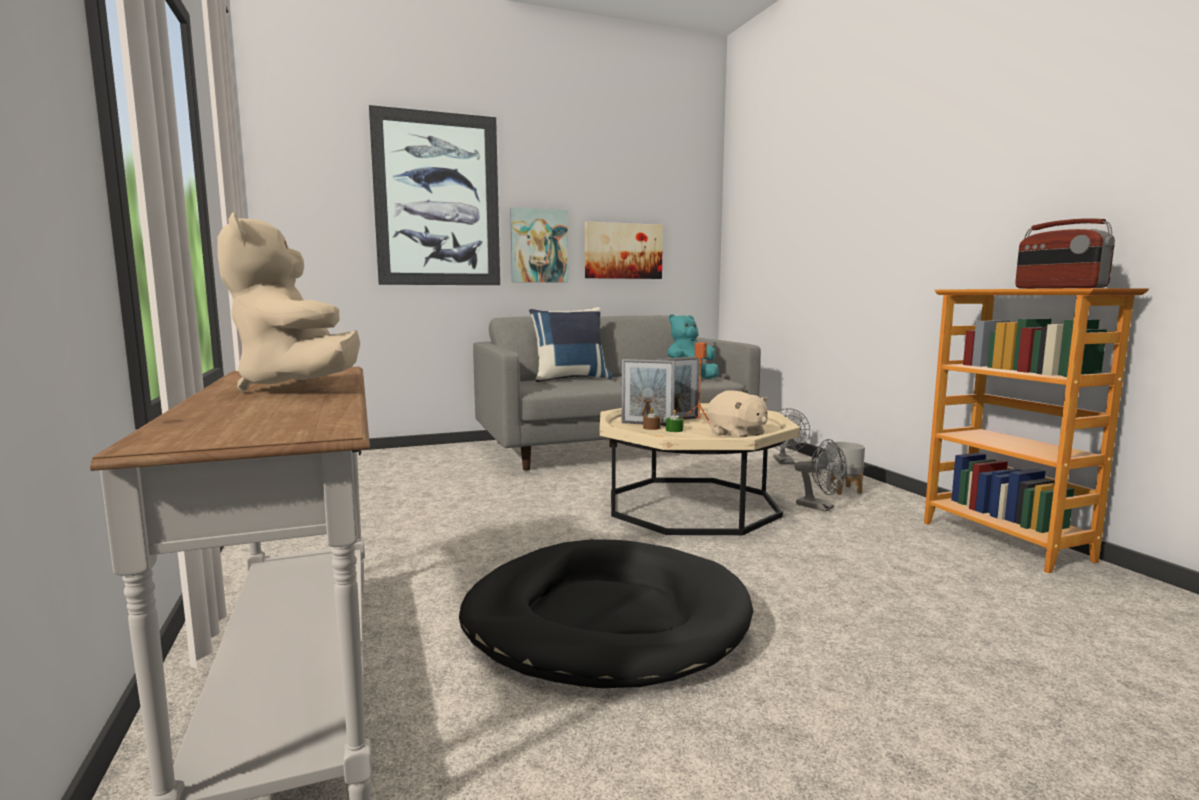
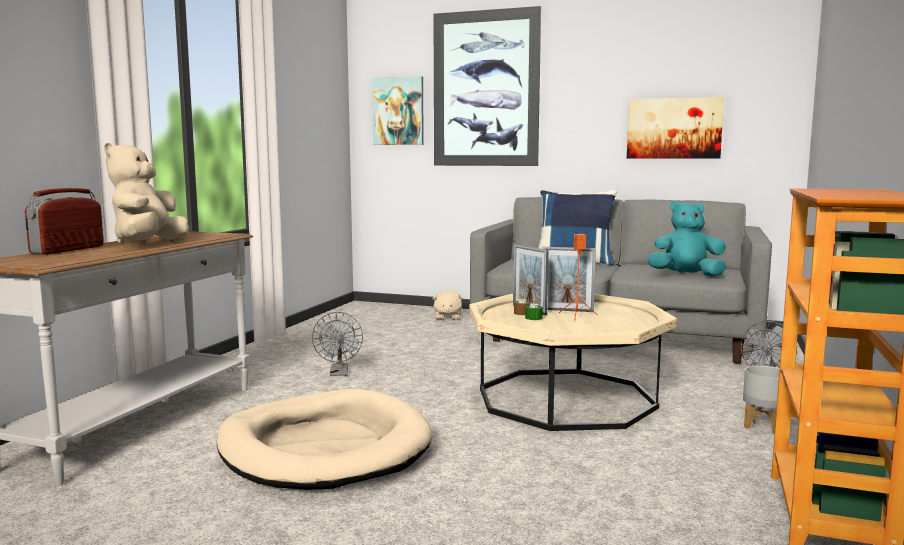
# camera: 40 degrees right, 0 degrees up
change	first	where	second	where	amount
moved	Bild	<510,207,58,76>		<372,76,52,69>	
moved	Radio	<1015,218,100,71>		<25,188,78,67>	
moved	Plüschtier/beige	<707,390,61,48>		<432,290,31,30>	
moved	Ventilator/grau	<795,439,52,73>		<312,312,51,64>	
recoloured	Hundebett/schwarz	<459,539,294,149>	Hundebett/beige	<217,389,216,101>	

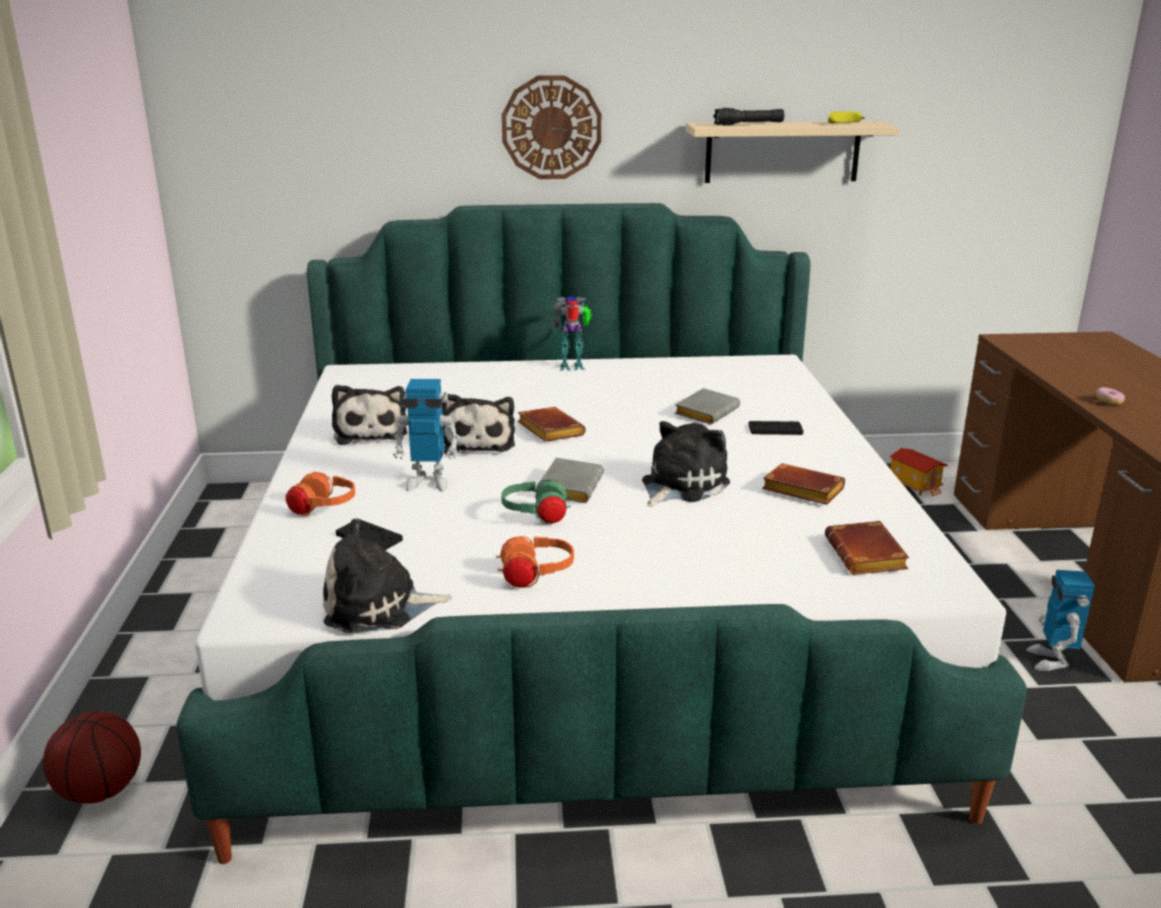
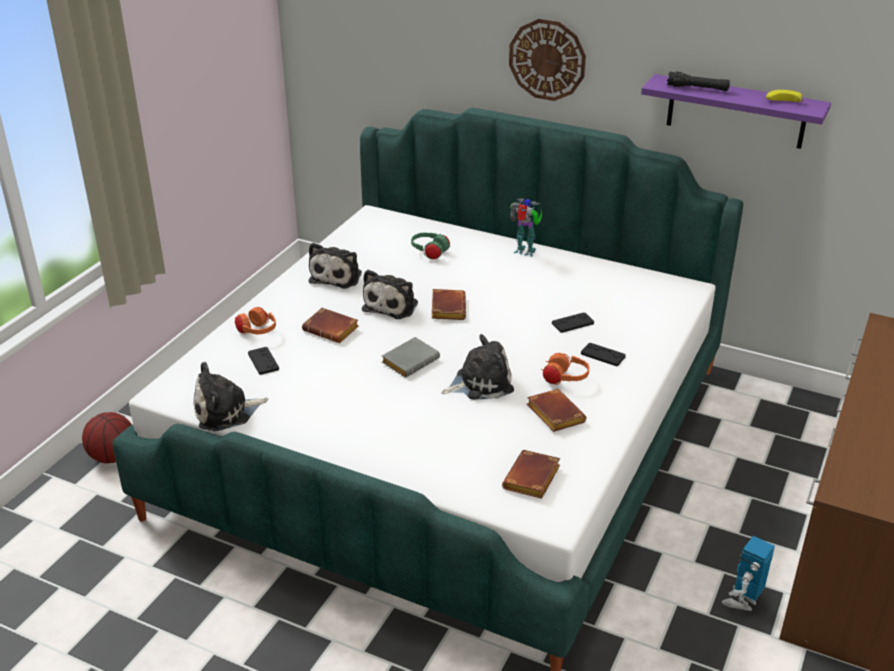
# camera: 30 degrees right, 10 degrees up
change	first	where	second	where	amount
recoloured	Wandregal/beige	<685,121,215,62>	Wandregal/lila	<641,74,190,75>	
replaced	Spielzeugroboter	<393,379,66,113>	Buch/braun	<302,308,57,35>	
removed	Donut	<1096,387,29,18>			
replaced	Buch/grau	<674,388,66,37>	Gamepad/schwarz	<552,312,42,21>	
removed	Spielzeughaus	<889,448,58,49>			
moved	Kopfhörer/grün	<501,479,70,45>		<411,232,39,27>	
turned	Plüschtier	<323,518,129,115>		<193,362,75,69>	45 degrees counterclockwise
moved	Kopfhörer/orange	<496,536,78,52>		<541,353,48,32>	

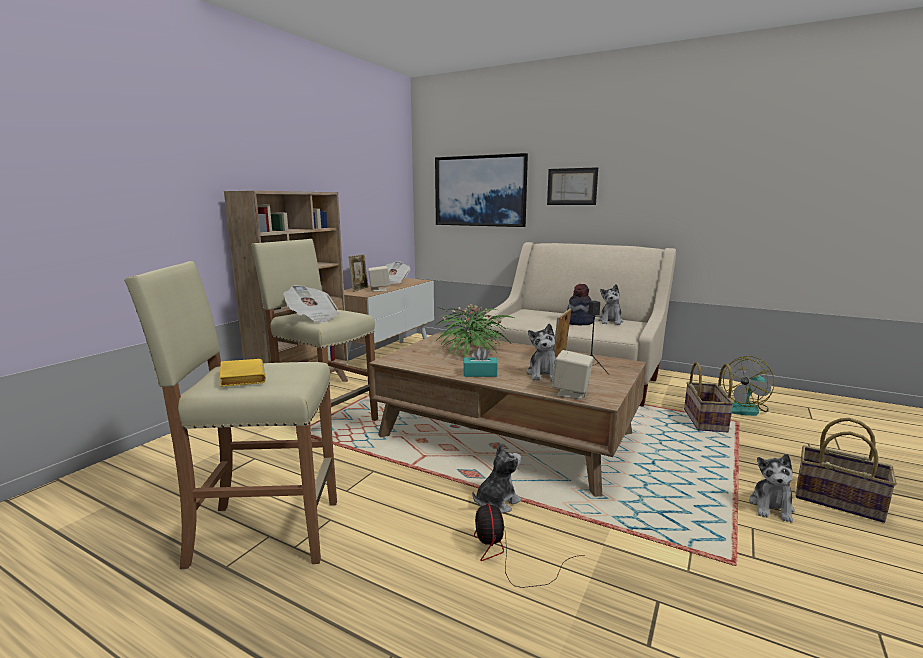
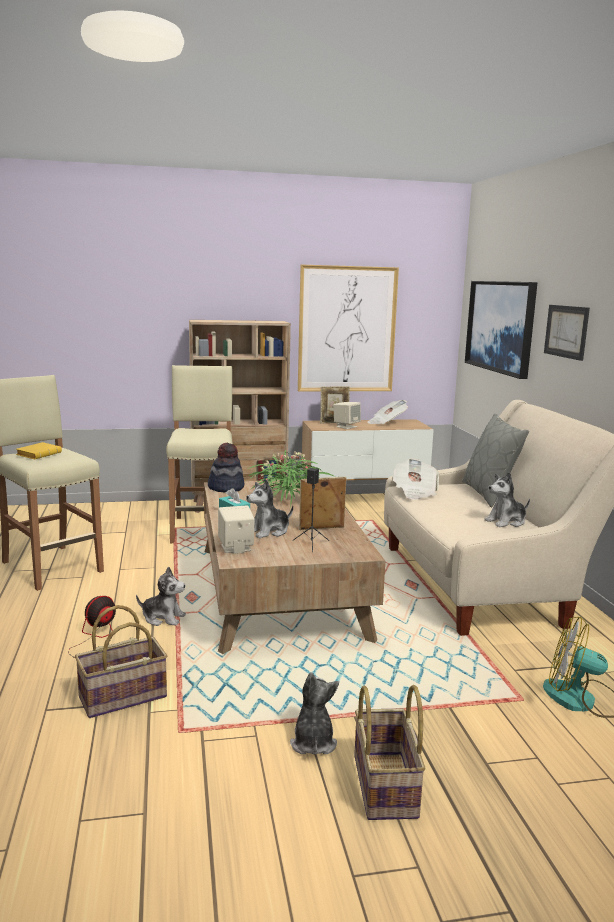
# camera: 50 degrees right, 0 degrees up
change	first	where	second	where	amount
moved	Hut	<567,284,26,41>		<208,443,36,49>	
moved	Zeitung	<283,285,57,38>		<392,458,47,42>	
moved	Korb	<684,362,50,70>		<75,605,92,113>	
turned	Plüschtier	<749,454,46,68>		<290,672,49,82>	105 degrees clockwise
added			Bild	<298,265,101,127>	
added			Kissen/grau	<462,413,67,94>	

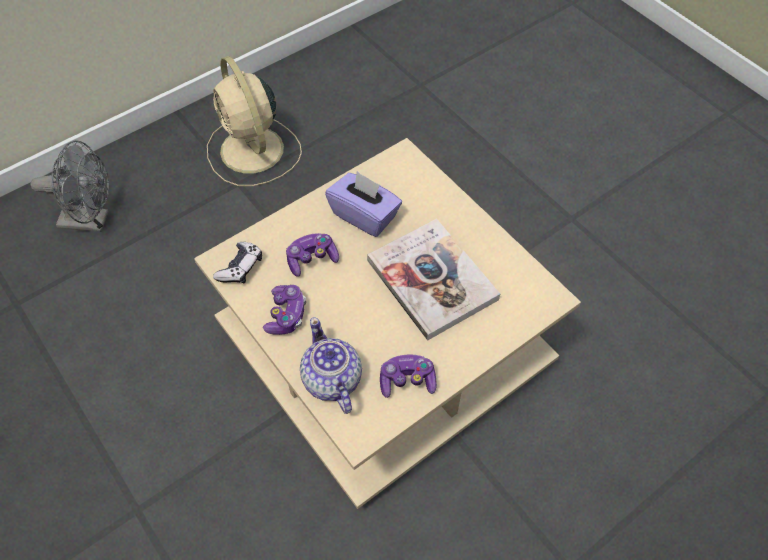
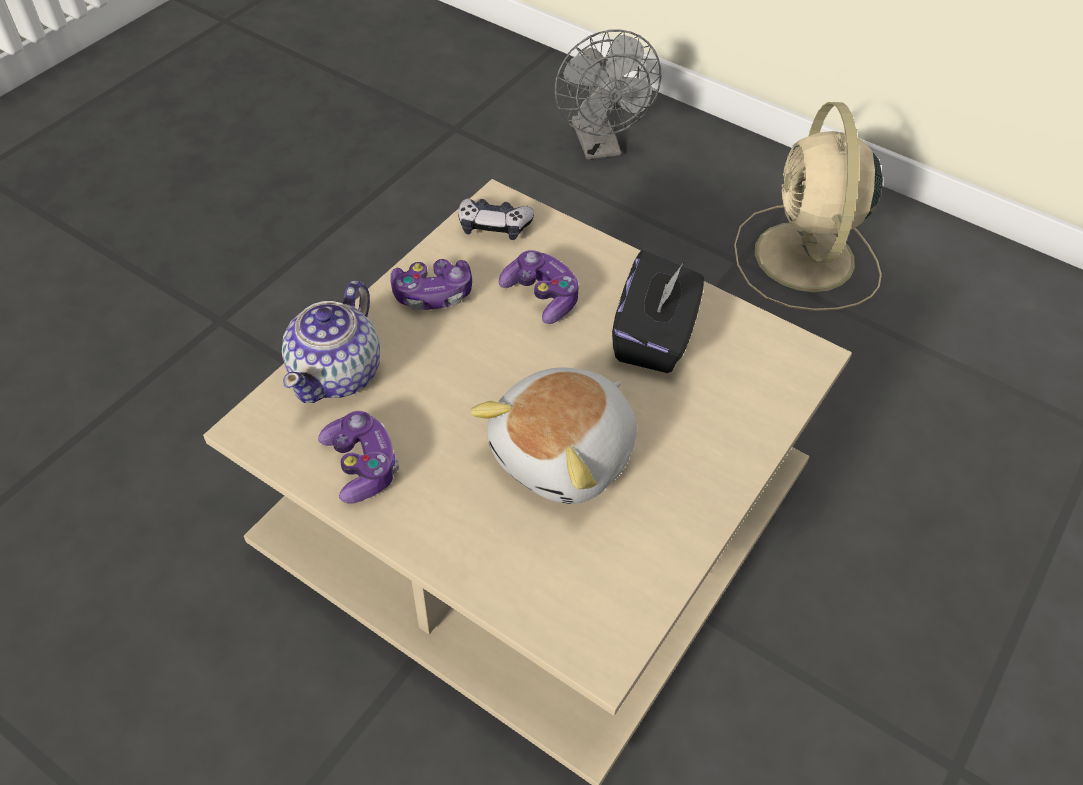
# camera: 70 degrees right, 5 degrees down
change	first	where	second	where	amount
turned	Ventilator/beige	<207,56,95,130>		<734,102,149,209>	45 degrees counterclockwise
recoloured	Taschentuchbox/lila	<325,171,77,66>	Taschentuchbox/schwarz	<612,250,92,123>	
replaced	Buch	<367,219,133,122>	Plüschtier	<470,367,167,137>	
turned	Teekanne	<300,317,62,97>		<282,280,98,123>	150 degrees clockwise

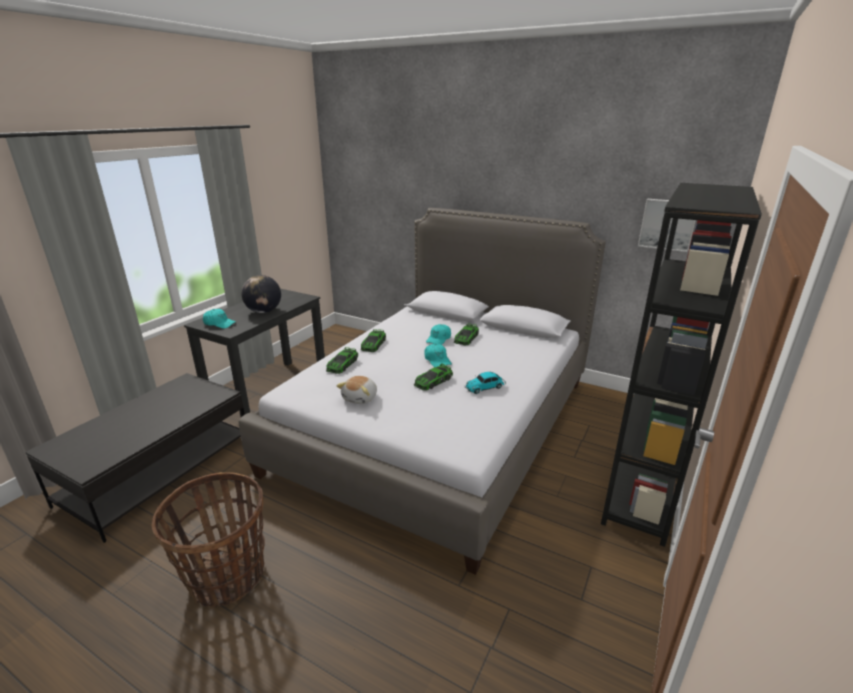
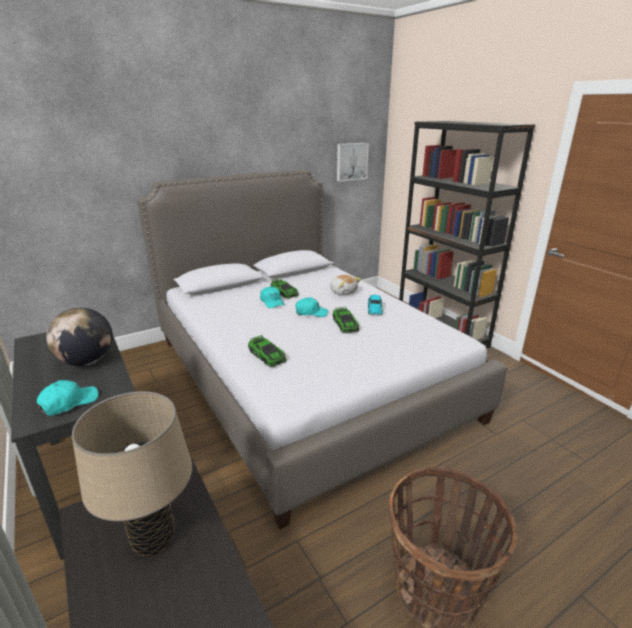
# camera: 60 degrees left, 0 degrees up
change	first	where	second	where	amount
removed	Spielzeugauto	<361,329,25,23>			
moved	Plüschtier	<337,376,40,28>		<330,275,31,20>	
added			Tischlampe/beige	<72,392,120,164>	

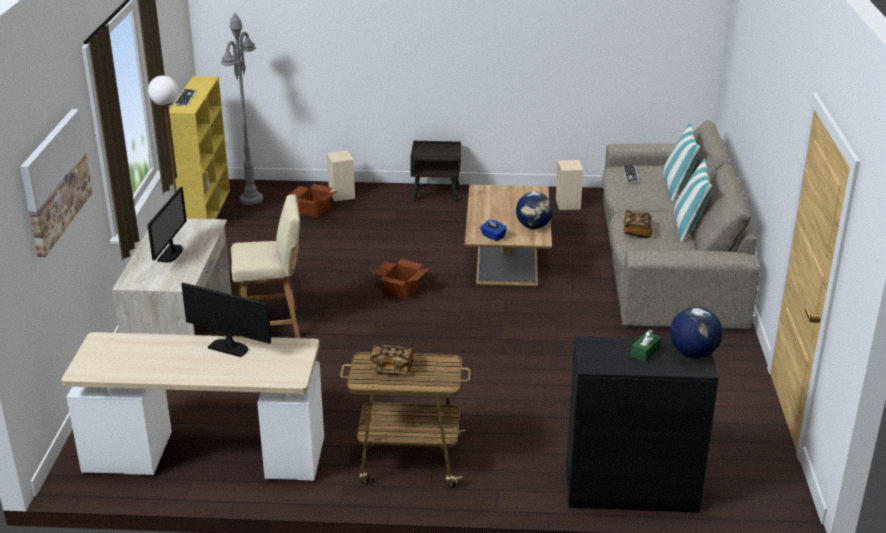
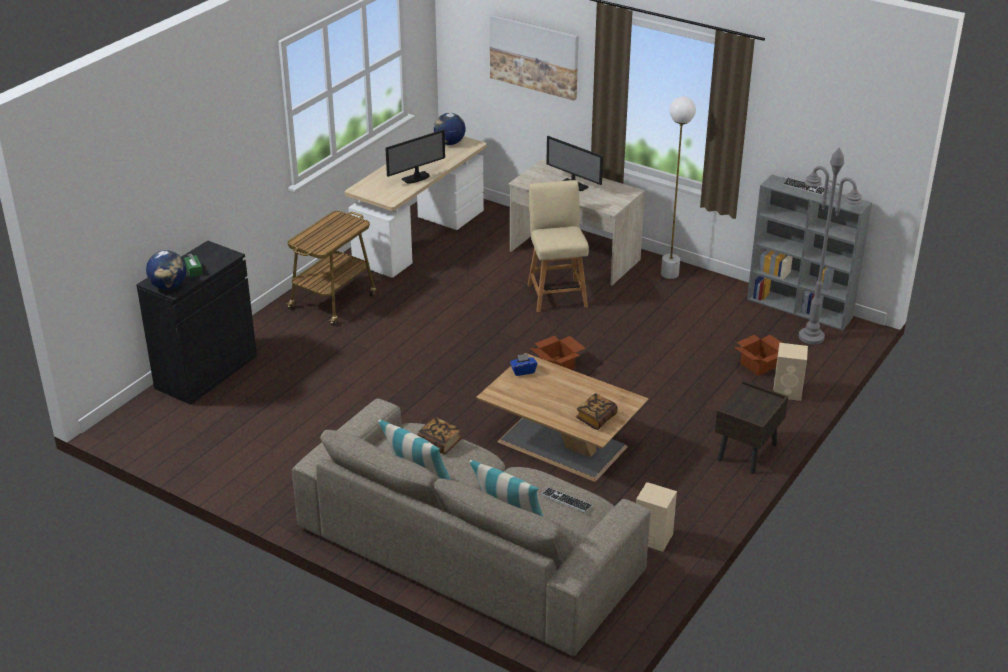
# camera: 120 degrees right, 5 degrees up
change	first	where	second	where	amount
recoloured	Bücherregal/gelb	<169,76,61,143>	Bücherregal/grau	<747,175,125,155>	
moved	Globus	<516,192,37,37>		<434,113,32,32>	
turned	Stuhl/beige	<231,195,69,143>		<528,180,61,132>	150 degrees clockwise
moved	Buch	<370,344,44,30>		<576,393,42,37>	

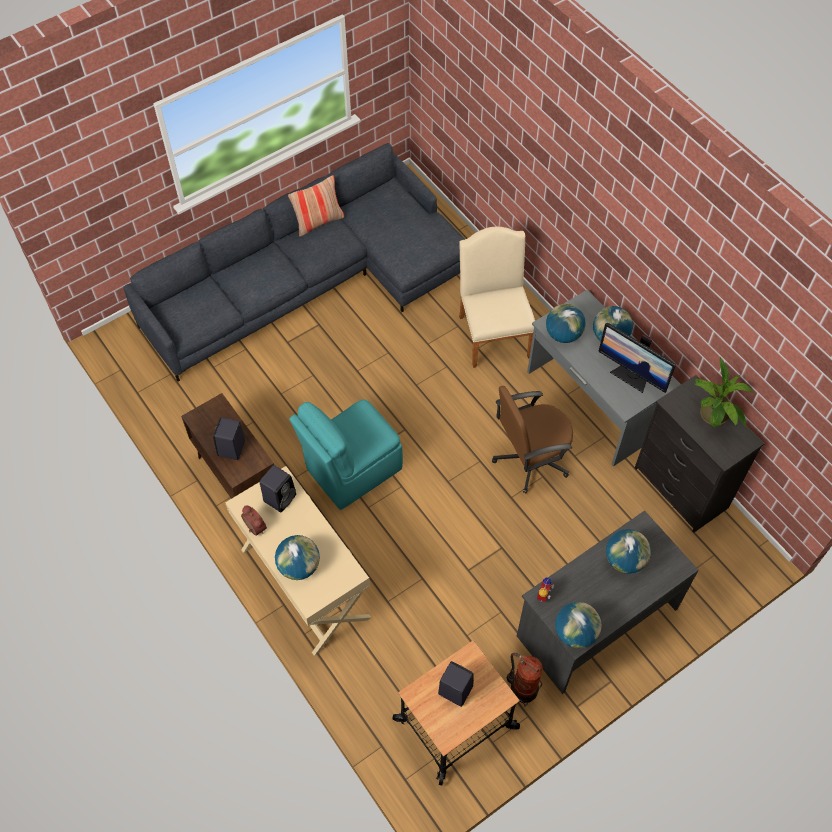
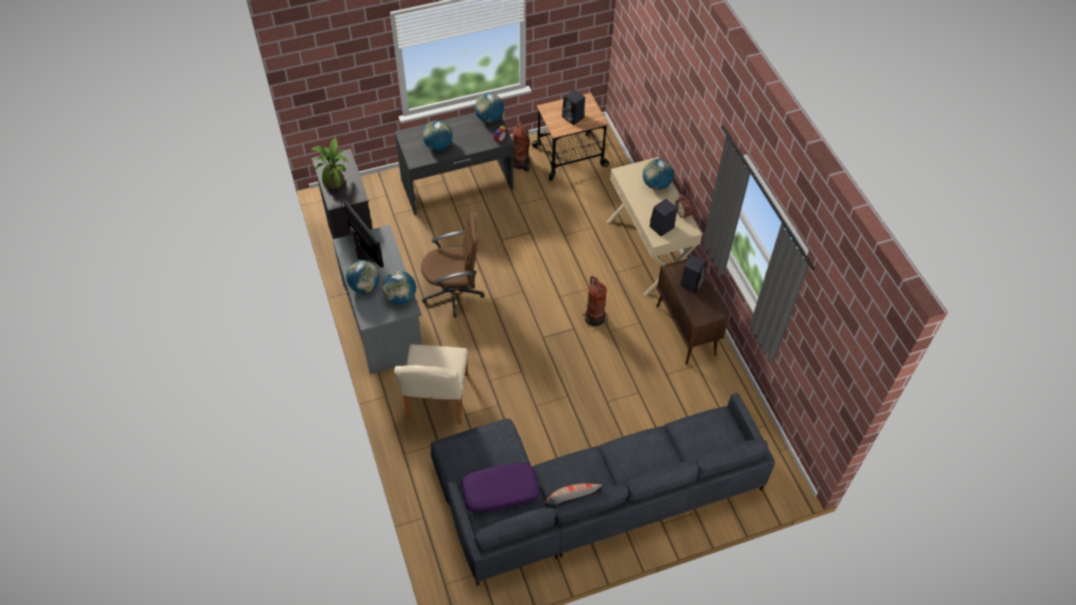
# camera: 165 degrees left, 5 degrees down
change	first	where	second	where	amount
replaced	Stuhl/türkis	<289,400,114,110>	Feuerlöscher	<583,276,25,51>	
added			Kissen/lila	<461,463,78,49>	

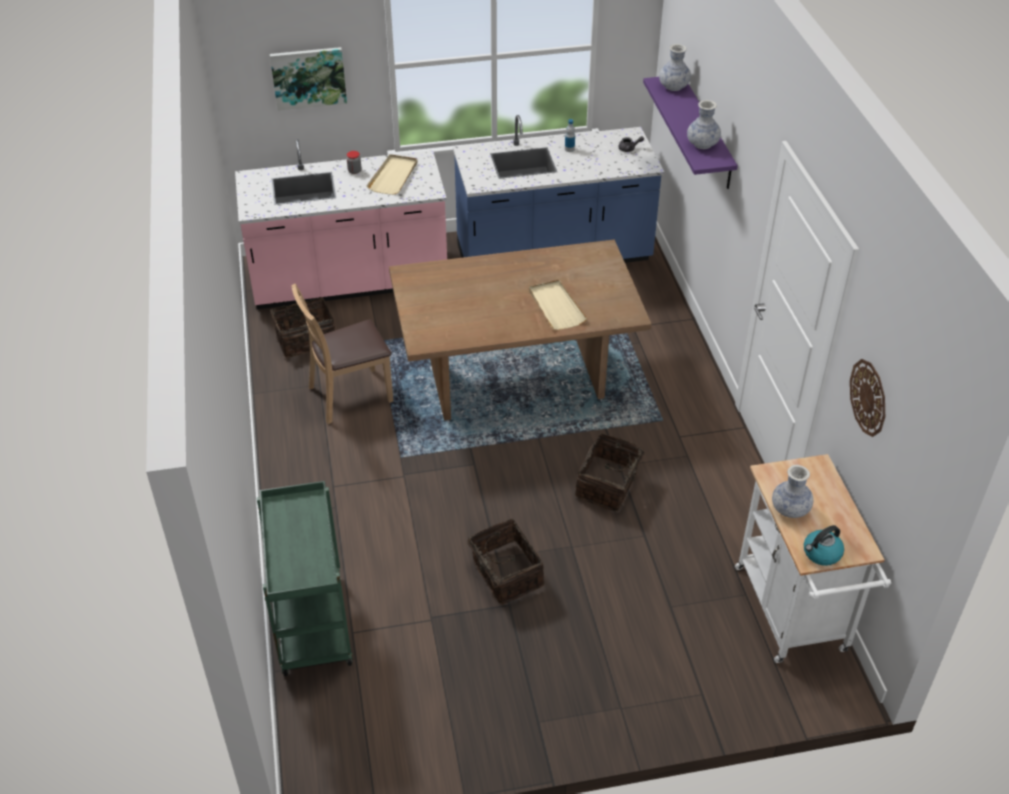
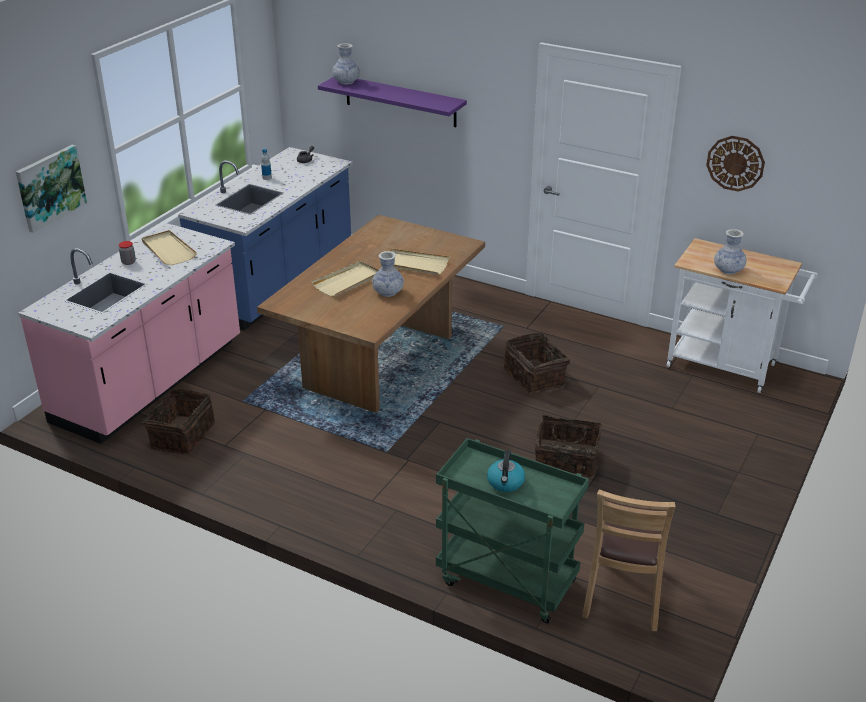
# camera: 50 degrees left, 10 degrees down
change	first	where	second	where	amount
moved	Vase	<687,100,34,49>		<372,251,32,46>	
moved	Stuhl/braun	<292,284,101,140>		<582,489,93,142>	
moved	Wasserkessel	<804,525,40,41>		<487,450,38,42>	
added			Tablett/beige	<311,261,68,35>	

